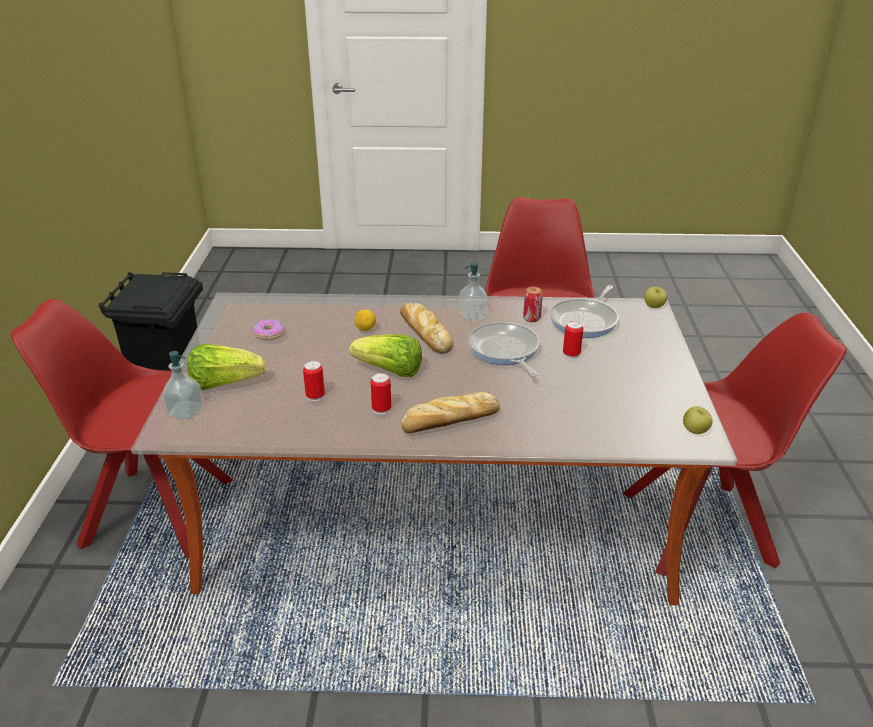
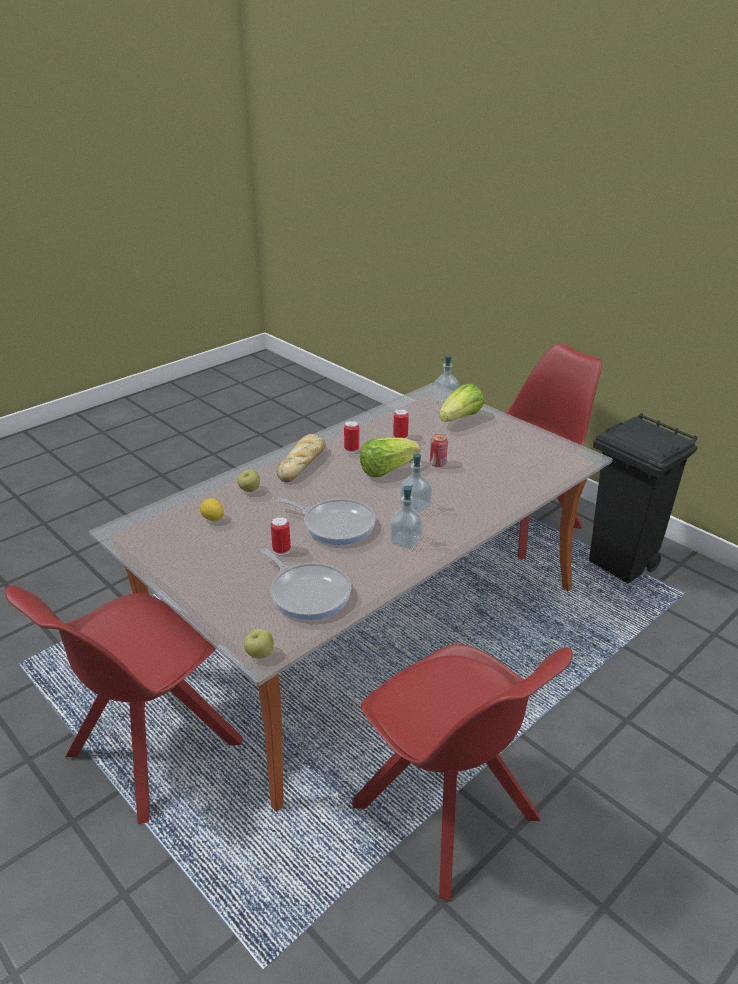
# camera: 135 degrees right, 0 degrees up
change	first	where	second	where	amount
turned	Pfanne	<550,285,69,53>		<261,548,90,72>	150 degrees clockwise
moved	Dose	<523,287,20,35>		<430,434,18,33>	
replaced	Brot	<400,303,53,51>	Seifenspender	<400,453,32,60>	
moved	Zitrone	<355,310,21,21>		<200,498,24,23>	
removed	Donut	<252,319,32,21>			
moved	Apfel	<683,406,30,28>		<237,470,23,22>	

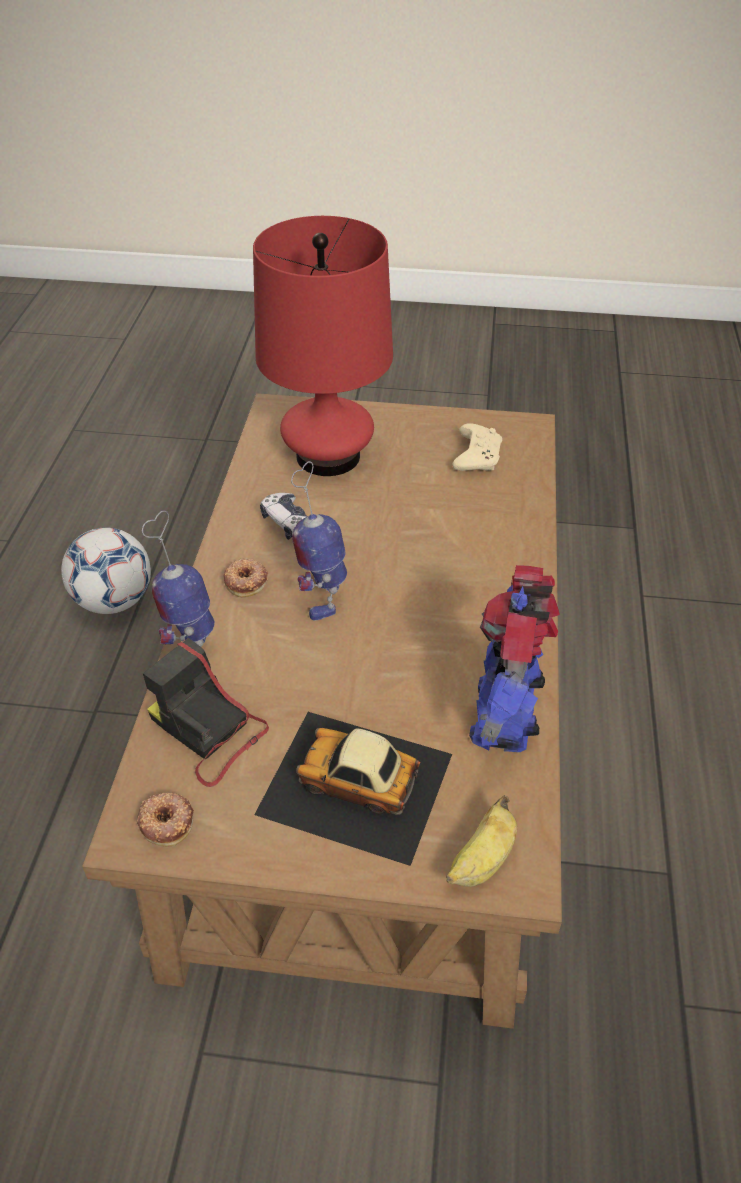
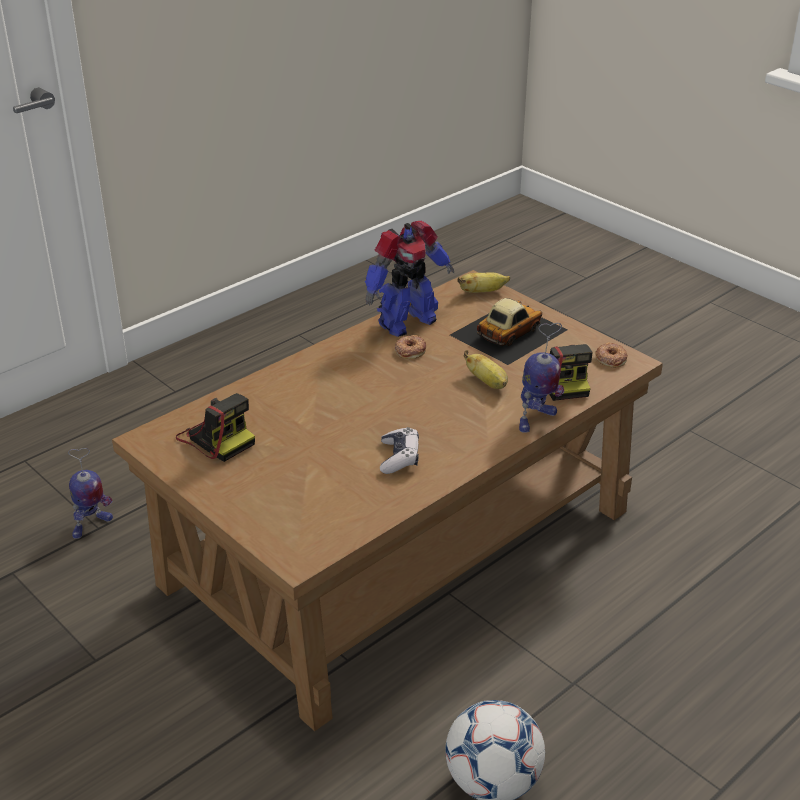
# camera: 140 degrees left, 10 degrees down
change	first	where	second	where	amount
removed	Tischlampe/rot	<253,216,140,260>			
replaced	Gamepad/beige	<452,423,50,48>	Kamera	<176,393,79,69>	
moved	Spielzeugroboter	<291,461,56,159>		<68,448,45,91>	
moved	Donut	<223,558,45,39>		<395,335,31,24>	
turned	Spielzeugauto	<254,712,198,154>		<450,298,117,67>	105 degrees counterclockwise
added			Banane	<464,350,44,39>	

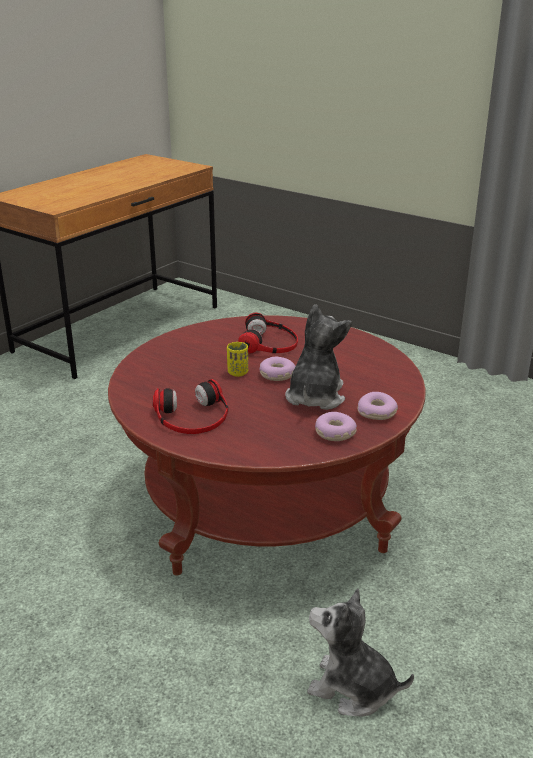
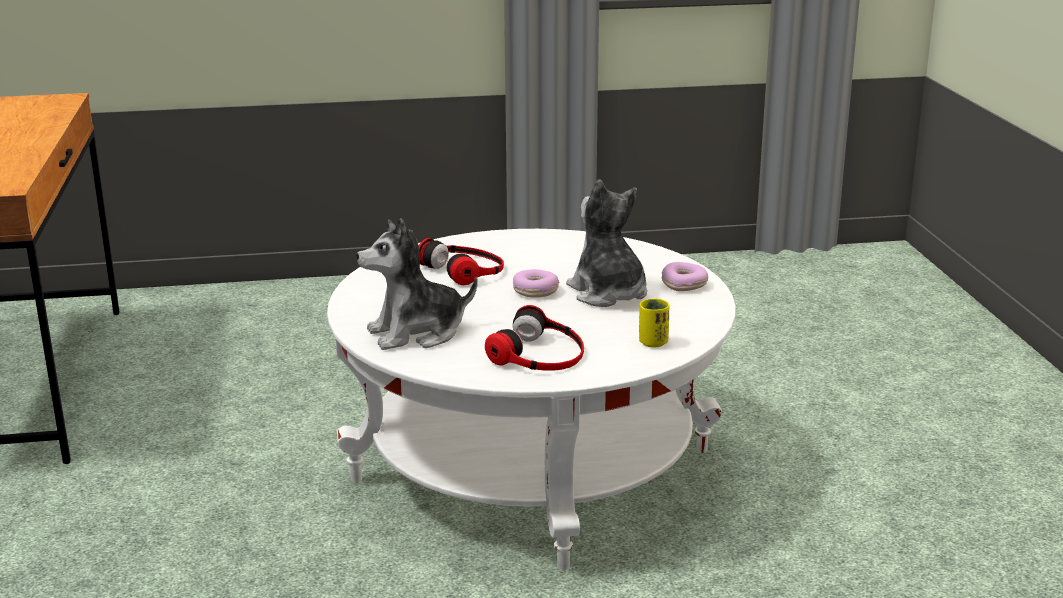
# camera: 45 degrees left, 5 degrees down
change	first	where	second	where	amount
recoloured	Couchtisch/rot	<108,315,318,260>	Couchtisch/weiß	<327,229,409,341>	
moved	Tasse/gelb	<227,342,21,35>		<639,298,30,50>	
removed	Donut	<315,412,42,29>			
moved	Plüschtier	<307,588,107,129>		<356,219,122,131>	

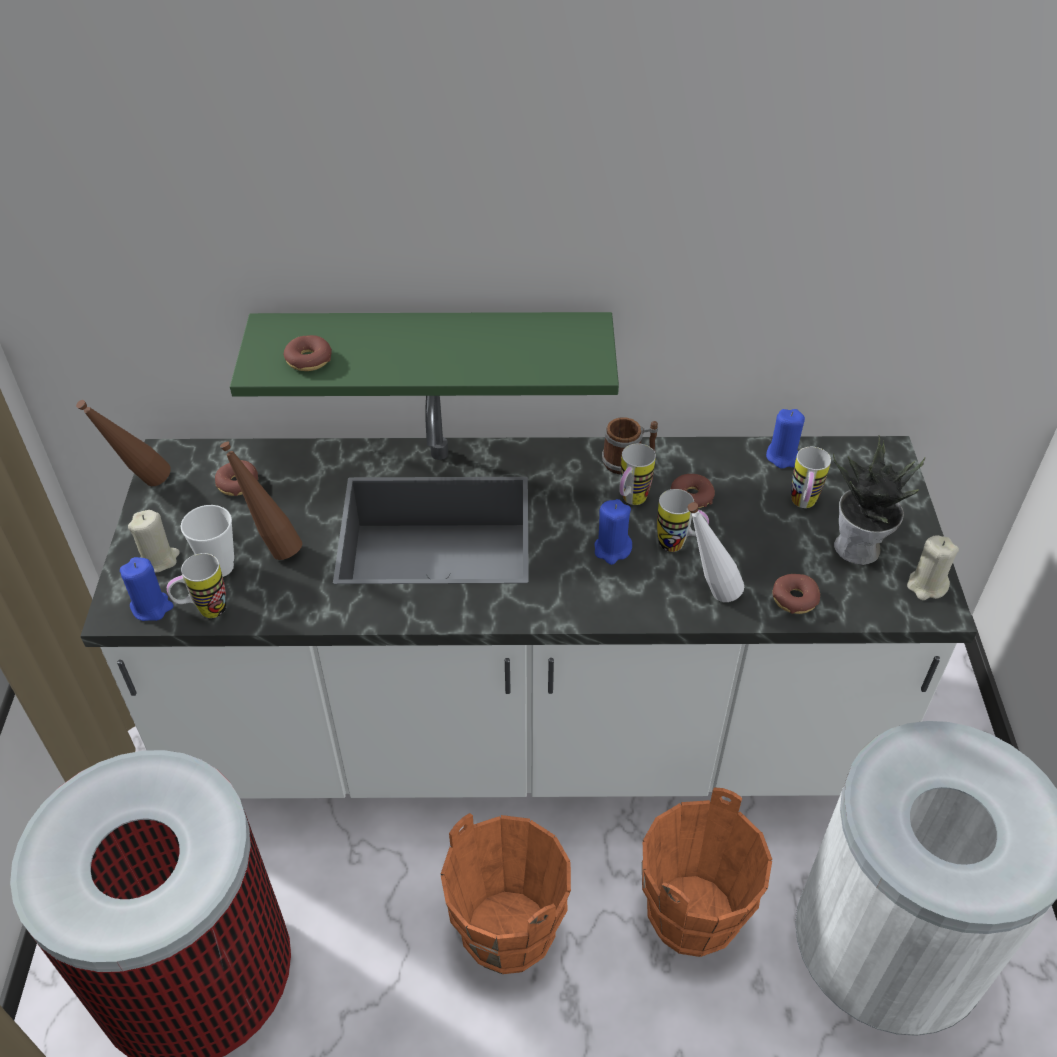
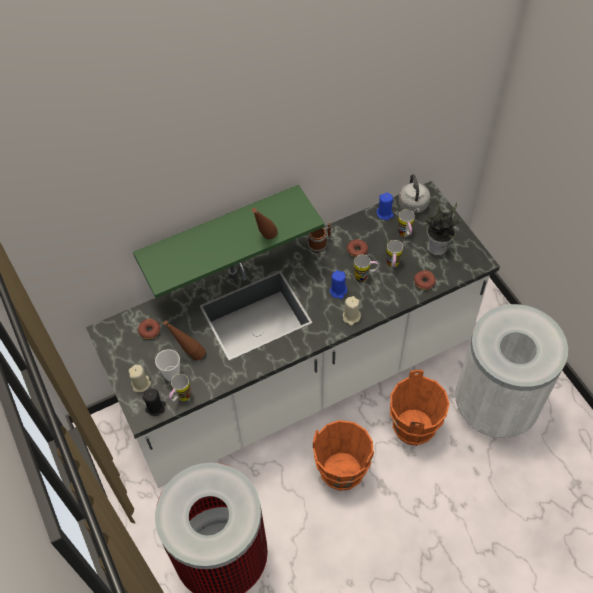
# camera: 25 degrees left, 10 degrees up
change	first	where	second	where	amount
removed	Donut	<283,335,49,36>			
moved	Flasche/braun	<76,400,95,86>		<252,208,26,31>	
moved	Henkelbecher	<619,443,37,62>		<386,240,17,28>	
removed	Flasche/weiß	<687,502,57,100>			
moved	Kerze/beige	<907,535,52,65>		<343,296,18,30>	
recoloured	Kerze/blau	<120,557,54,64>	Kerze/schwarz	<143,388,23,28>	
added			Wasserkessel/grau	<398,174,32,39>	

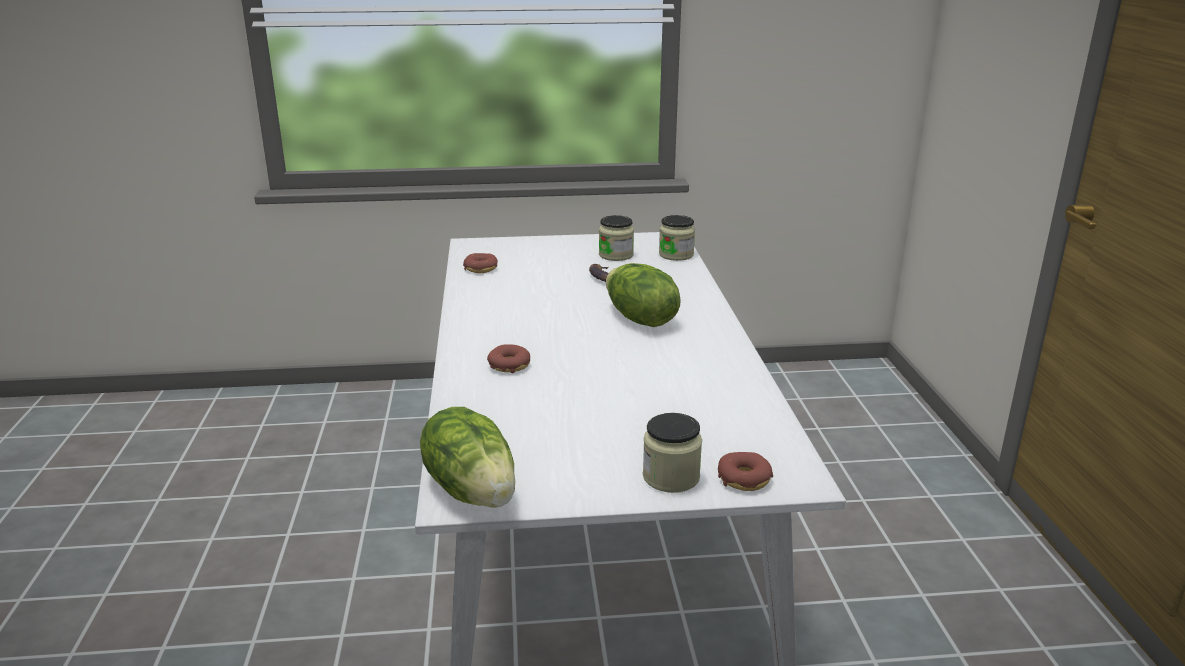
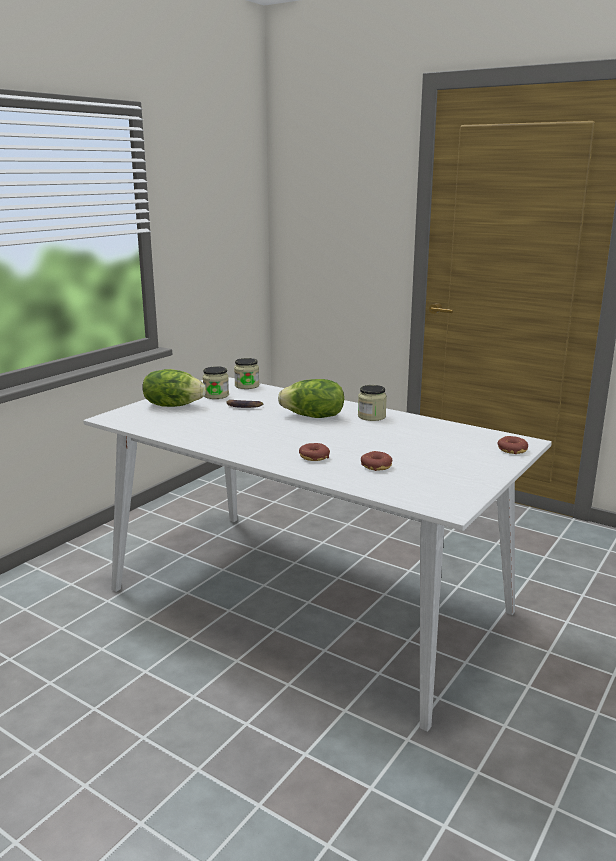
# camera: 50 degrees left, 5 degrees down
change	first	where	second	where	amount
moved	Donut	<463,253,35,20>		<361,451,31,20>	
moved	Salatkopf	<420,407,95,101>		<142,369,64,38>	
moved	Vorratsglas	<643,413,59,80>		<358,385,29,36>	

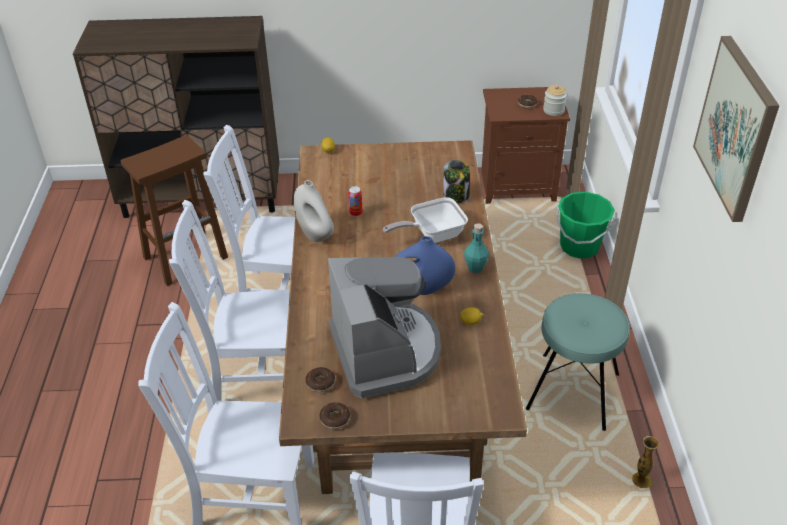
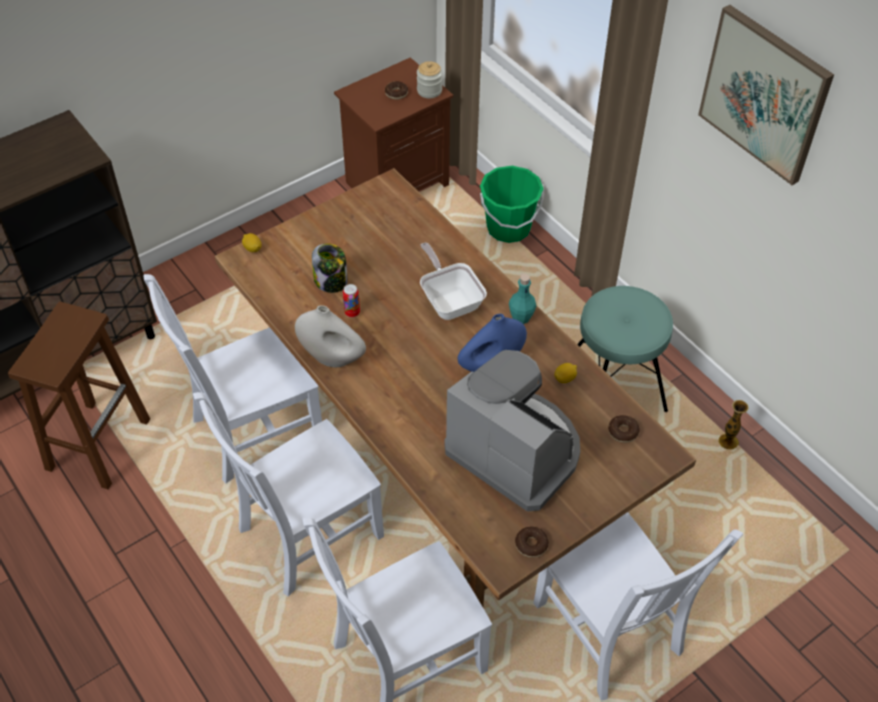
# camera: 35 degrees left, 10 degrees up
change	first	where	second	where	amount
moved	Vorratsglas	<443,159,27,45>		<312,243,36,50>	
turned	Pfanne	<383,197,85,46>		<420,243,67,77>	120 degrees clockwise
moved	Donut	<305,367,30,25>		<608,415,32,28>	

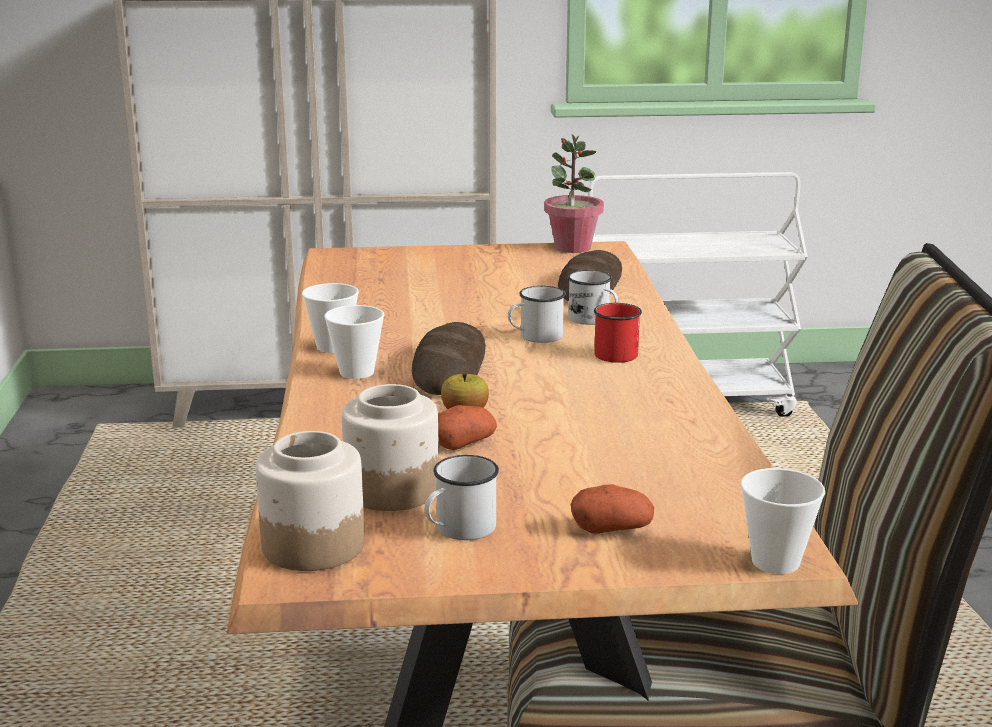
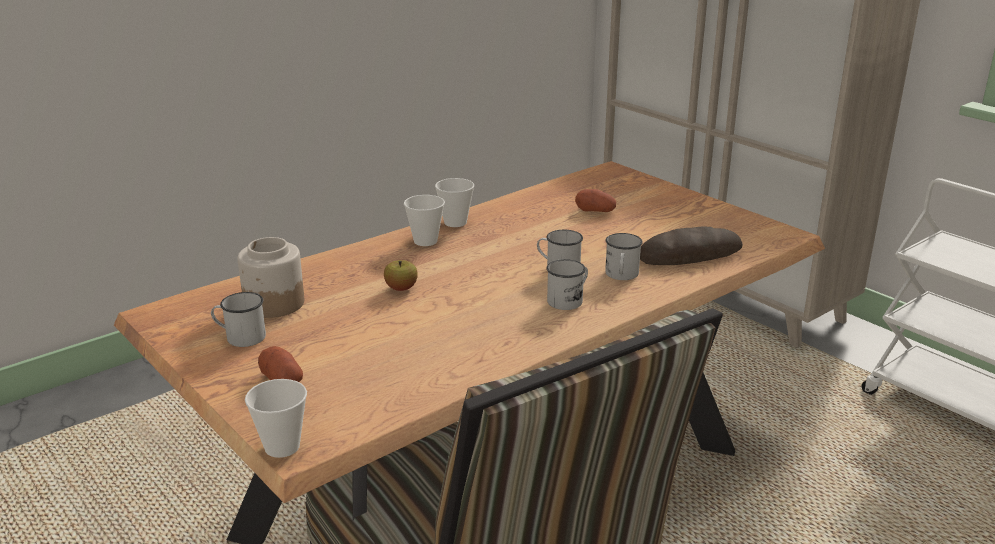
# camera: 55 degrees right, 5 degrees up
change	first	where	second	where	amount
removed	Topfpflanze	<544,134,60,119>			
recoloured	Henkelbecher/rot	<594,303,48,60>	Henkelbecher/weiß	<547,259,41,51>	
removed	Brot	<412,322,74,73>			
moved	Kartoffel	<438,405,59,45>		<575,189,41,23>	
removed	Vorratsglas	<255,431,110,140>			

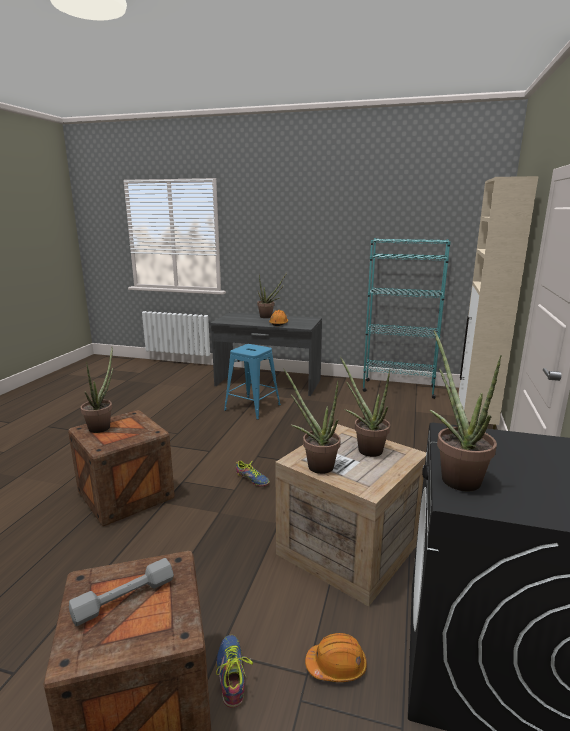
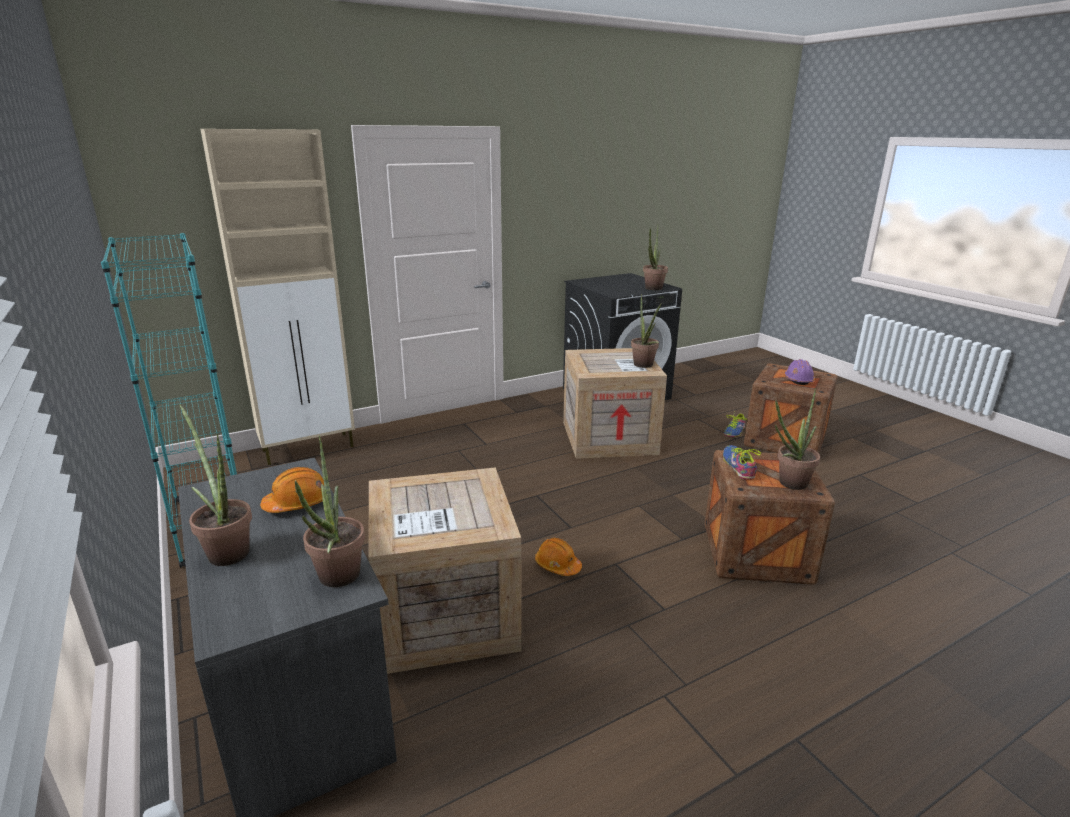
# camera: 135 degrees left, 5 degrees up
change	first	where	second	where	amount
replaced	Hocker/blau	<224,344,57,76>	Kiste	<368,467,153,207>	
moved	Topfpflanze	<340,357,50,100>		<295,436,70,151>	
moved	Schuh	<235,461,35,25>		<723,445,38,35>	
replaced	Hantel/grau	<69,558,105,68>	Schutzhelm/lila	<784,359,31,26>	
moved	Schutzhelm/orange	<305,633,62,49>		<535,538,47,38>	

